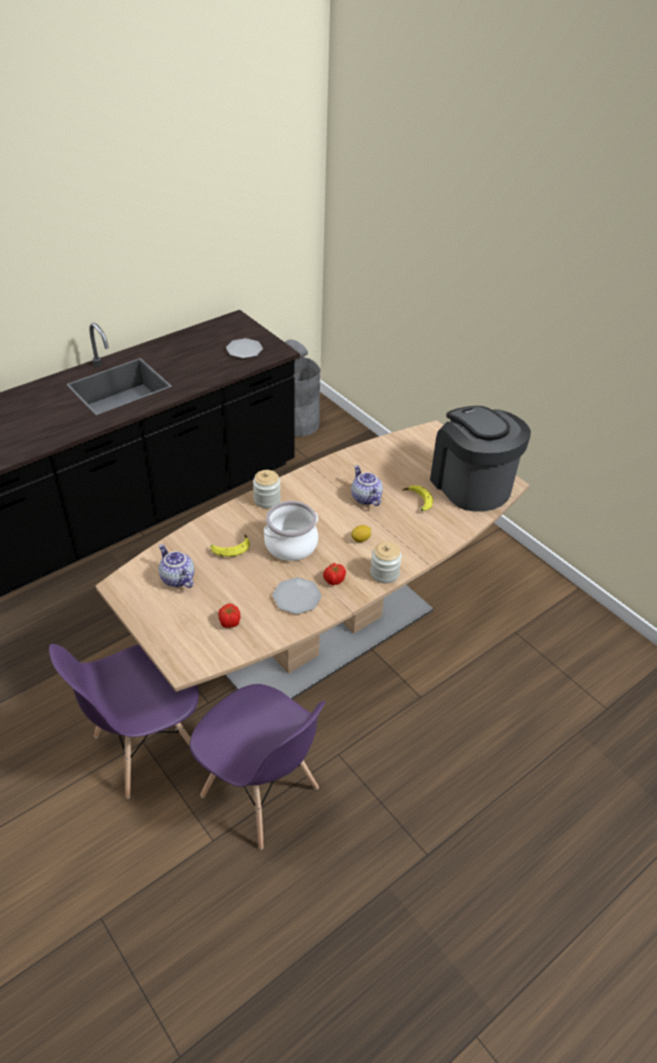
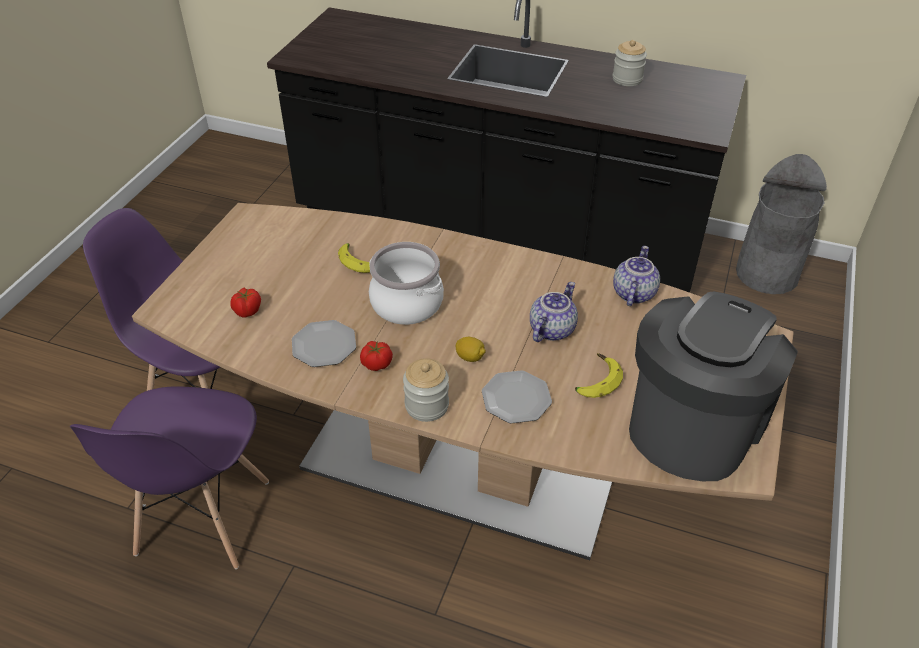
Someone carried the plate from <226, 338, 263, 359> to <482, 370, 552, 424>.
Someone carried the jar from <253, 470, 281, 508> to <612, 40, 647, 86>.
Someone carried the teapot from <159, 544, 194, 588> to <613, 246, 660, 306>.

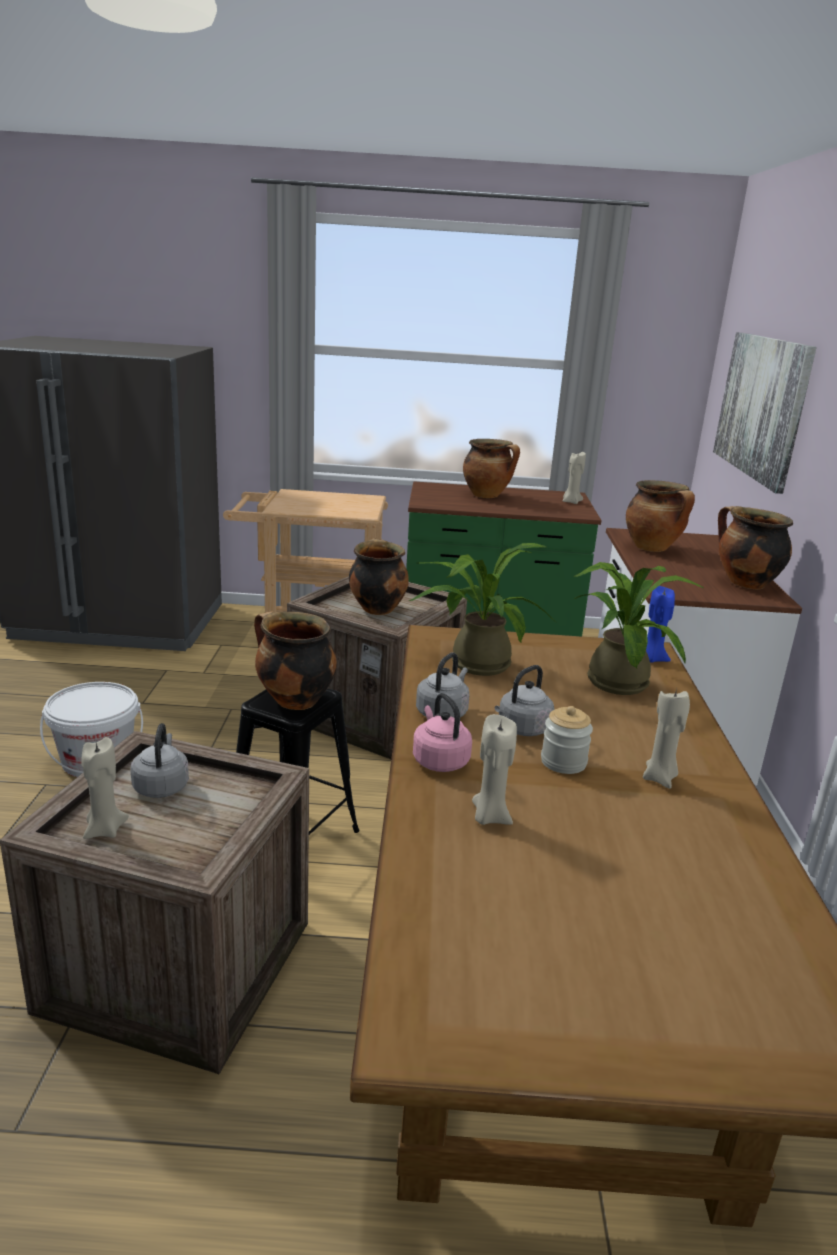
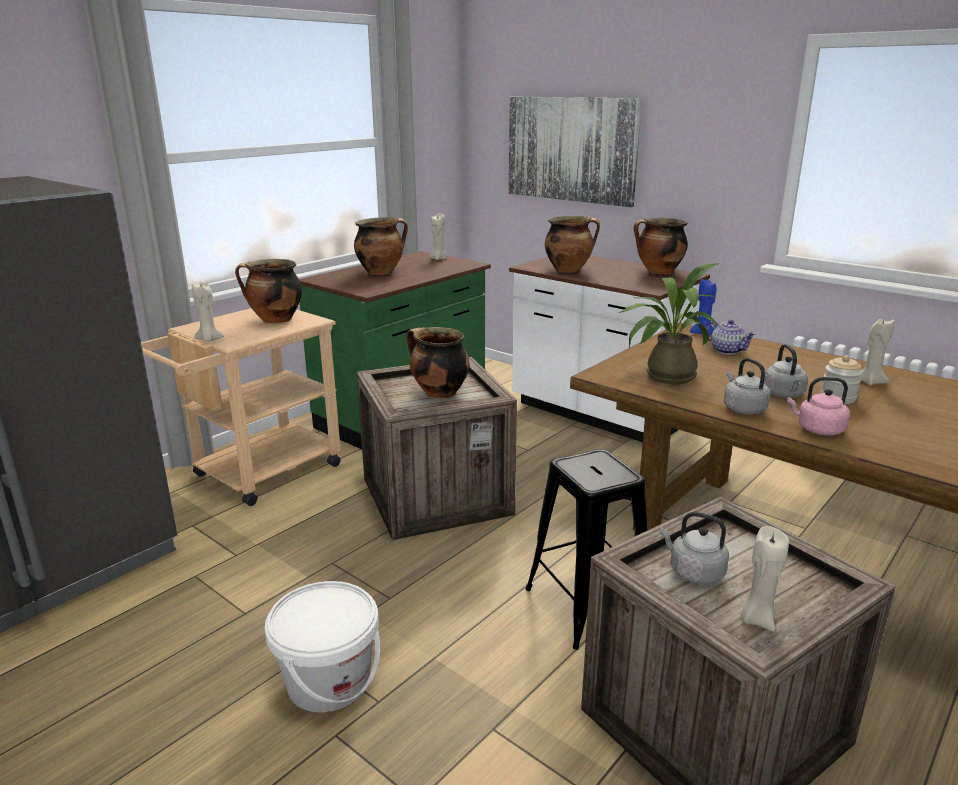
Someone carried the candle/beige from <472, 714, 517, 825> to <192, 282, 224, 342>.
Someone carried the cooking pot from <254, 612, 337, 710> to <235, 259, 302, 324>.
Someone swapped the potted plant at <573, 562, 705, 695> for the teapot at <705, 319, 756, 355>.

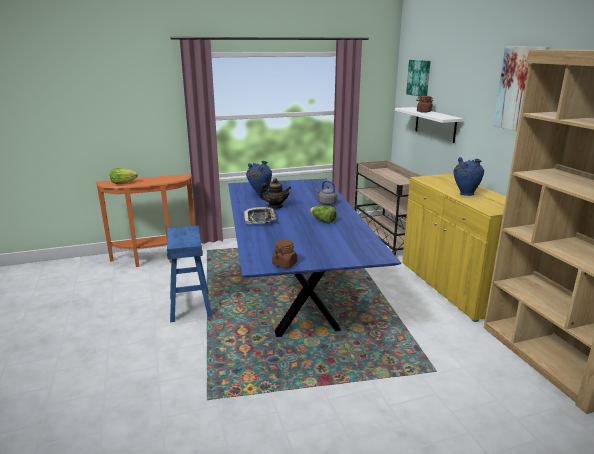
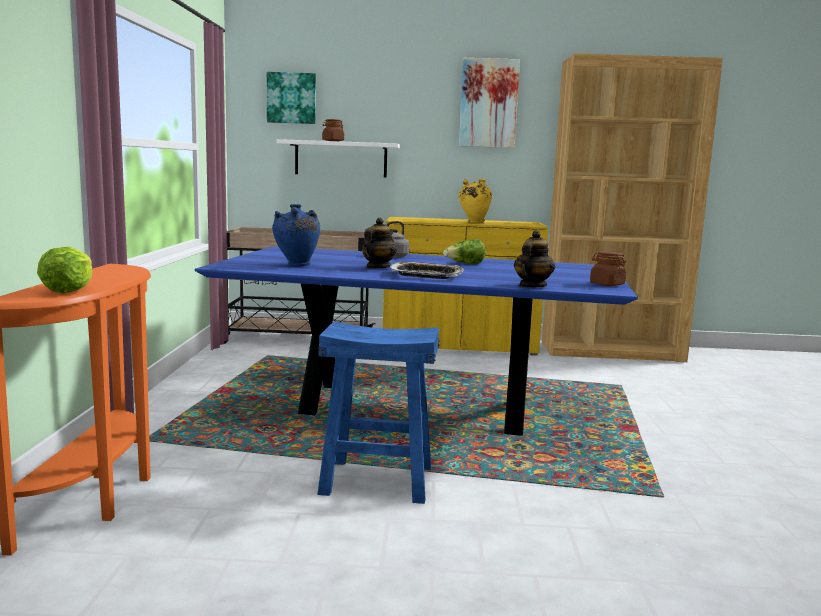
Someone repainted the vase/blue at <454, 157, 484, 196>, which became the vase/yellow at <458, 179, 492, 223>.
Someone put down the teapot at <514, 230, 555, 287>.

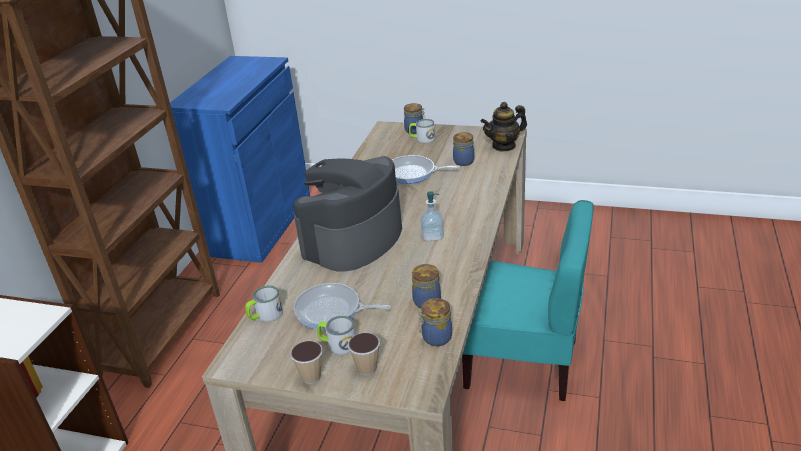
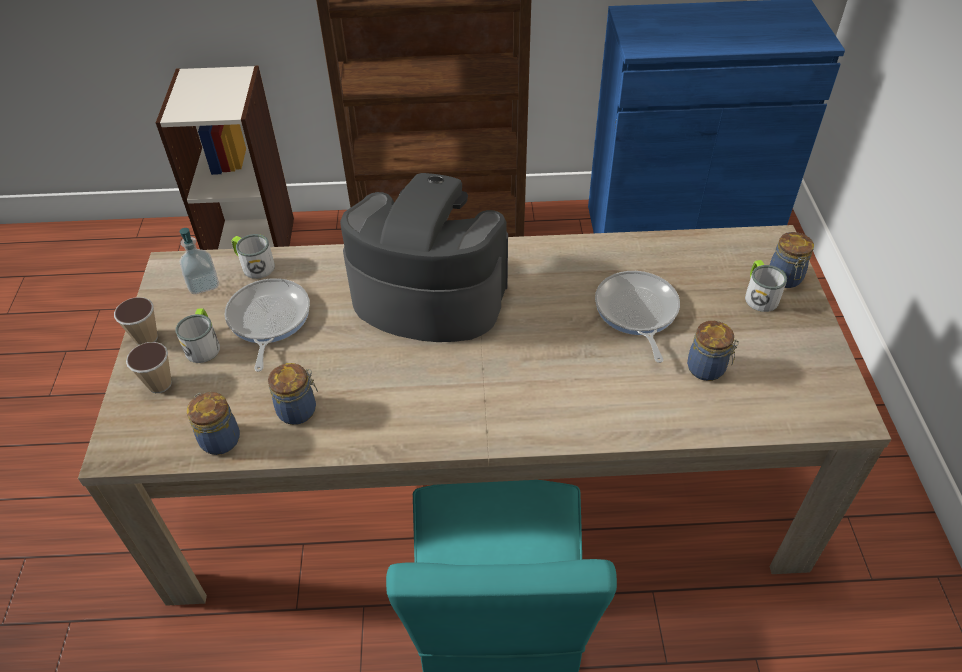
Someone carried the soap dispenser from <421, 191, 444, 241> to <180, 228, 219, 294>.
Someone took away the teapot at <481, 102, 527, 152>.

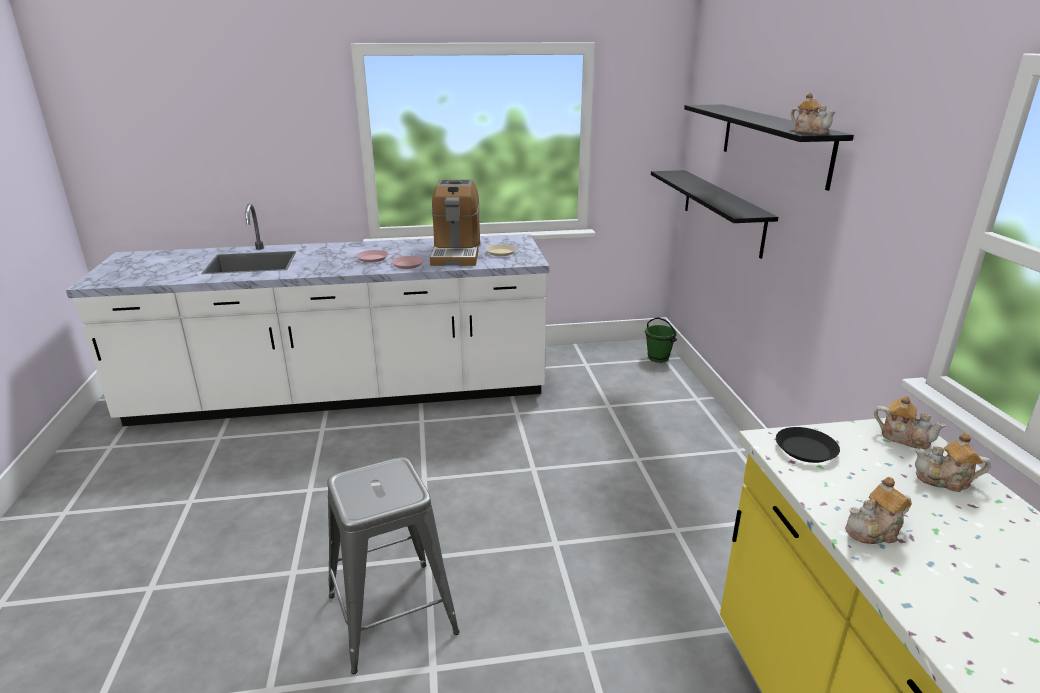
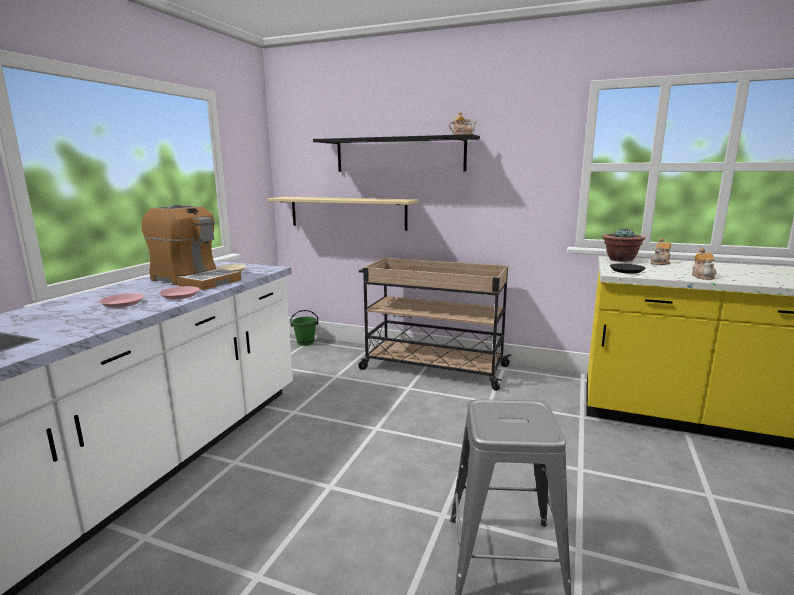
Someone repainted the shelf/black at <651, 170, 778, 259>, which became the shelf/beige at <267, 197, 419, 231>.
Someone put down the cart/beige at <358, 258, 512, 391>.
Someone swapped the teapot at <874, 395, 946, 450> for the potted plant at <602, 228, 646, 262>.

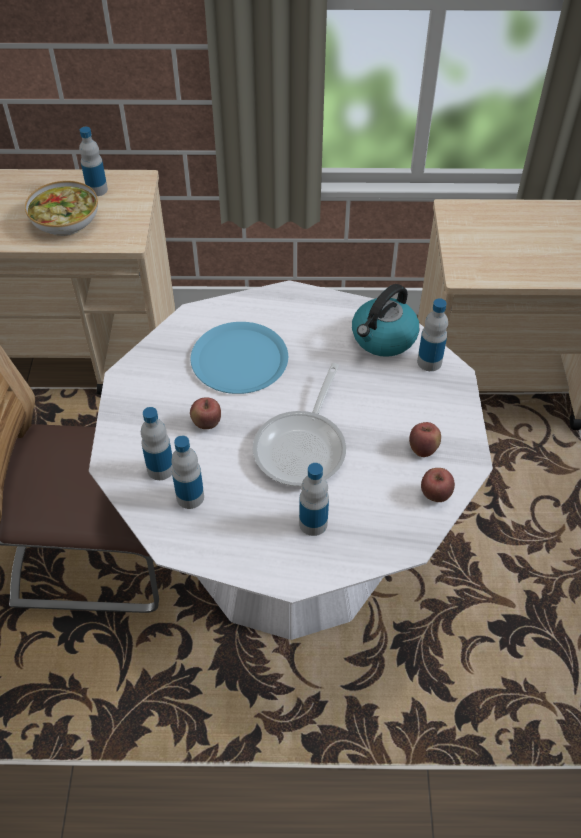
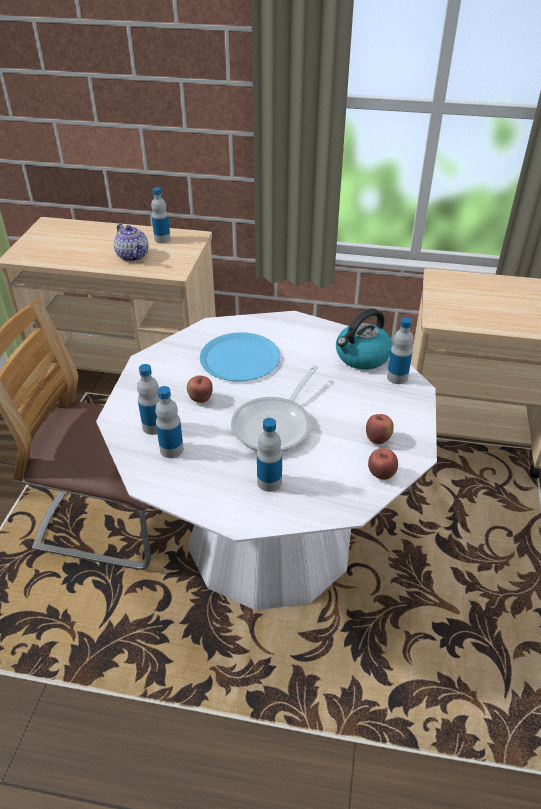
Someone swapped the bowl at <25, 181, 98, 236> for the teapot at <113, 224, 149, 262>.

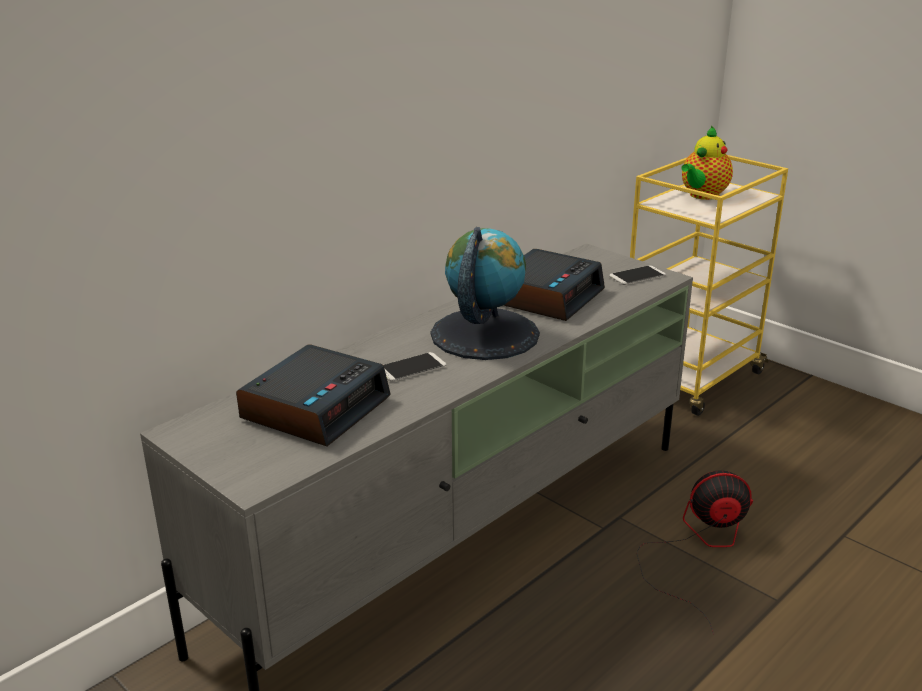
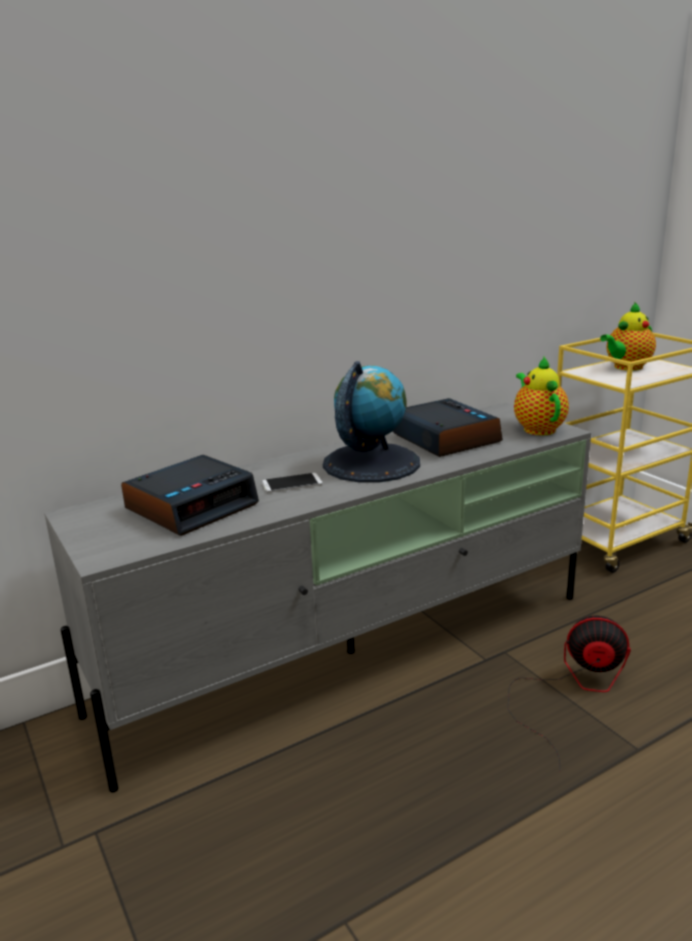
Someone rotated the alarm clock at <503, 249, 605, 321> by 75 degrees counterclockwise.
Someone swapped the phone at <609, 265, 666, 285> for the teapot at <514, 357, 569, 436>.

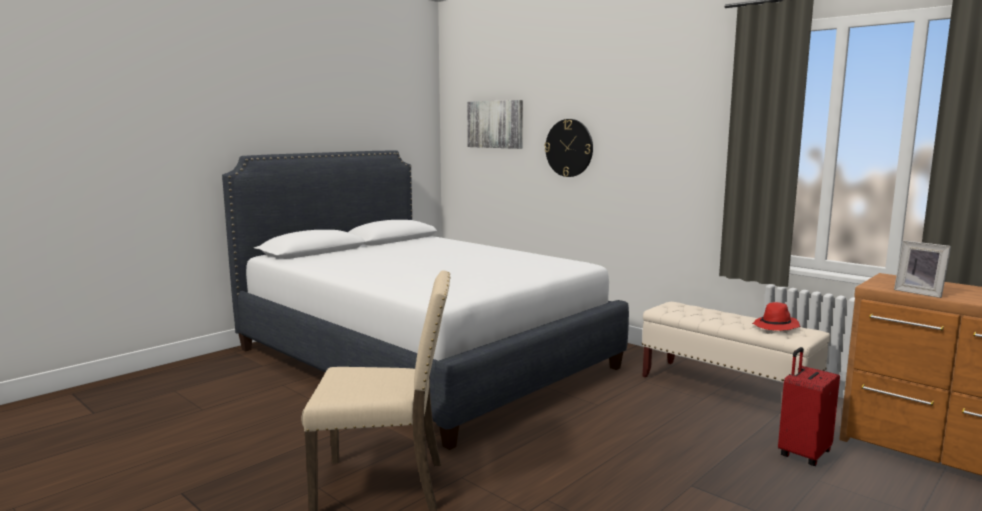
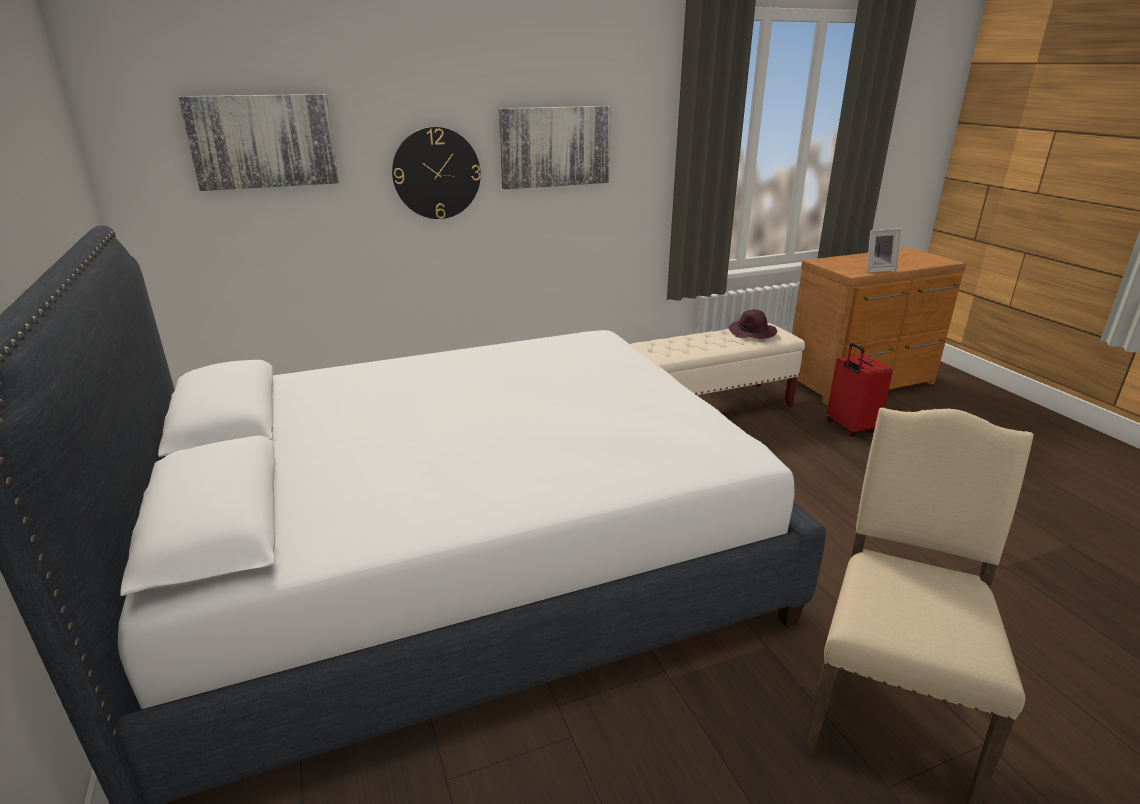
Someone put up the picture at <499, 106, 611, 189>.
Someone repainted the hat/red at <752, 302, 801, 331>, which became the hat/purple at <729, 309, 777, 339>.

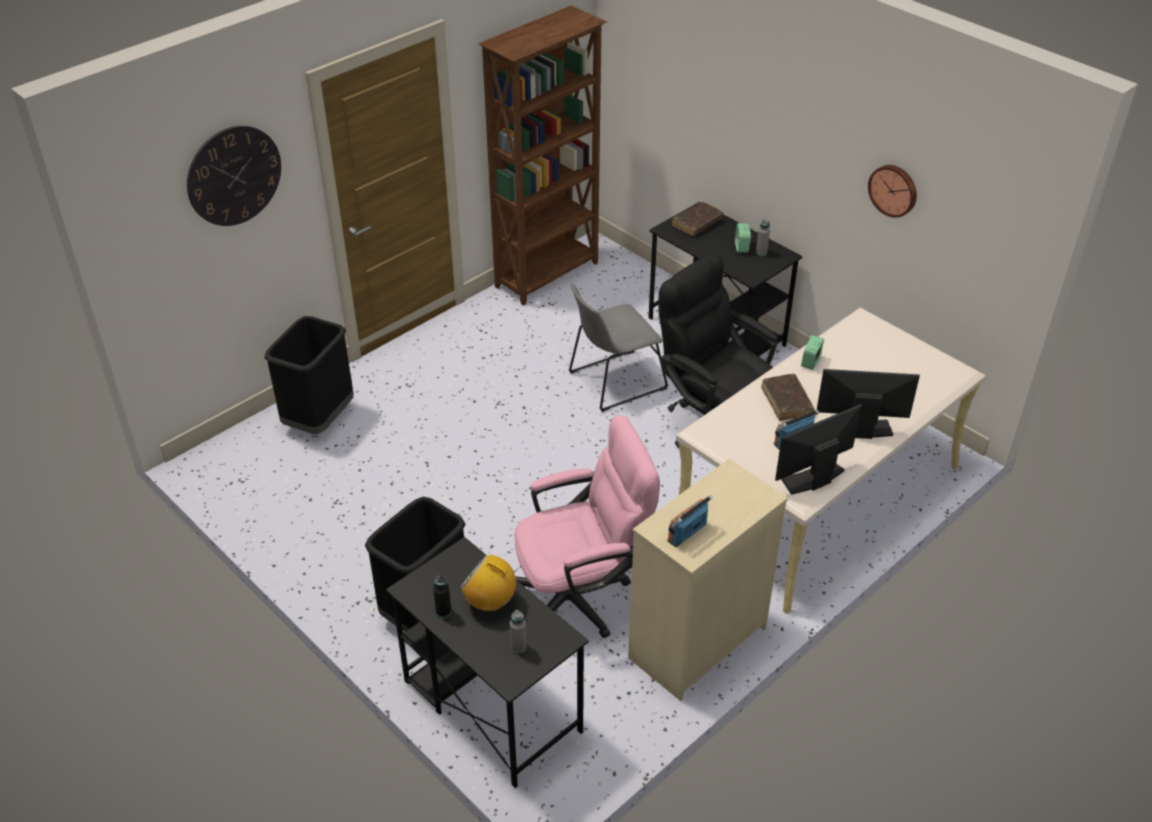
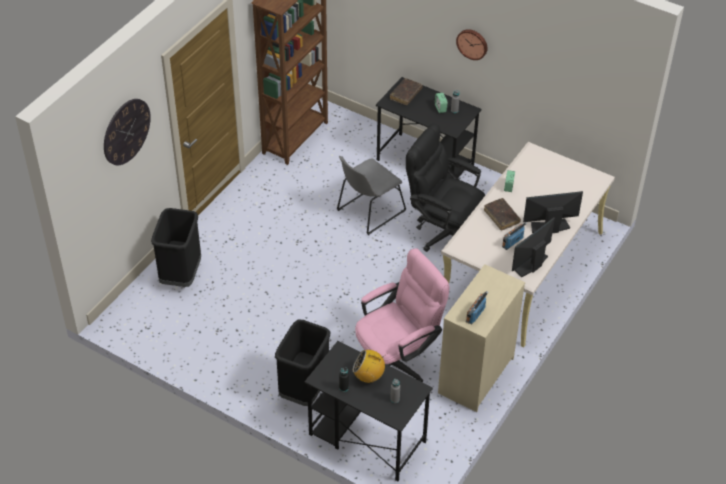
Someone carried the wall clock from <868, 165, 917, 218> to <456, 29, 488, 60>.

